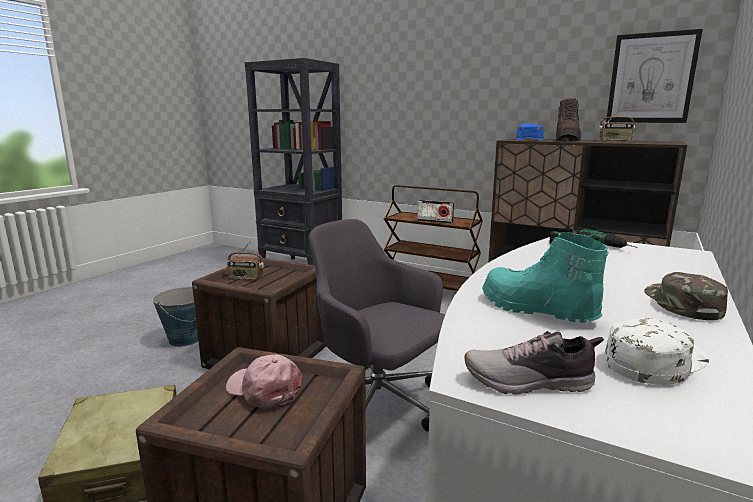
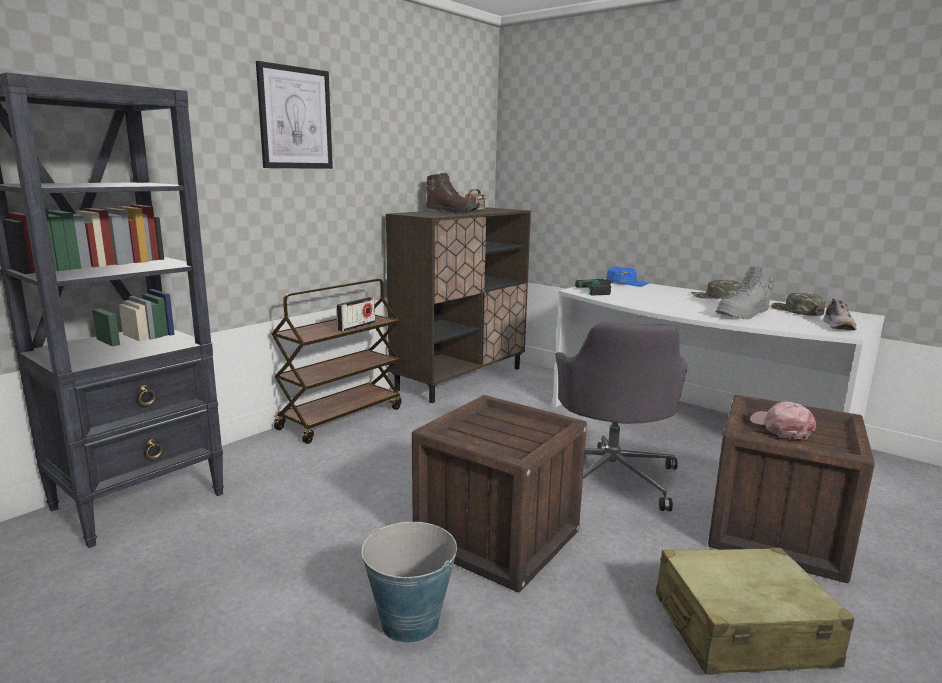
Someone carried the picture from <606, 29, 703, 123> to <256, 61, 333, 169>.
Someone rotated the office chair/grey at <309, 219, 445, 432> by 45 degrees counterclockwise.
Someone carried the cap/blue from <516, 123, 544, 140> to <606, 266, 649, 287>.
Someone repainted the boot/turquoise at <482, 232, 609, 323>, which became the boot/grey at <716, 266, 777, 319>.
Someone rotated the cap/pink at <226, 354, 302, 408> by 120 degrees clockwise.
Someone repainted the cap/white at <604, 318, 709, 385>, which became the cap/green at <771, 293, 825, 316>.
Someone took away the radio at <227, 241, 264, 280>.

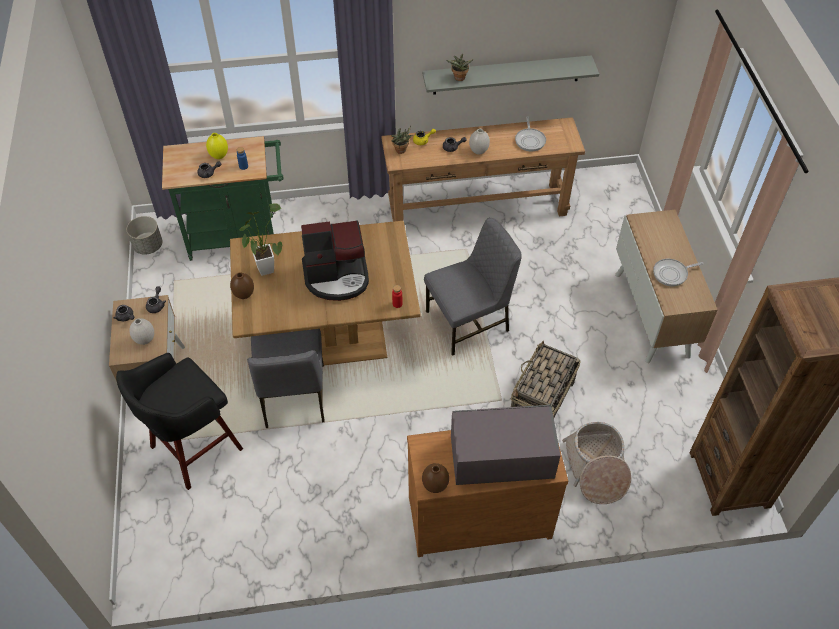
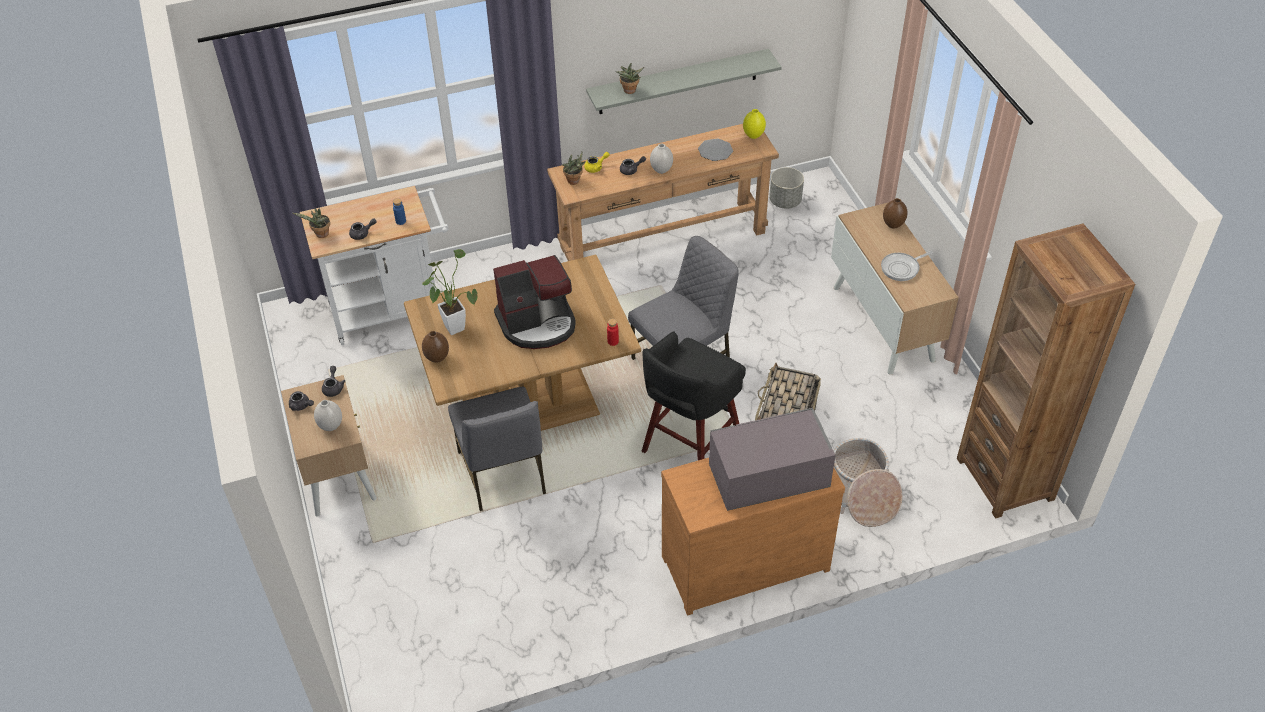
Someone put down the potted plant at <293, 208, 330, 238>.
Someone repainted the cart/green at <162, 136, 283, 261>, which became the cart/white at <300, 186, 449, 345>.
Someone carried the stool/black from <116, 353, 243, 490> to <641, 331, 746, 460>.
Someone swapped the frying pan at <515, 116, 546, 152> for the plate at <698, 139, 733, 161>.
Someone carried the vase/yellow from <206, 133, 228, 159> to <743, 109, 766, 139>.
Someone carried the planter/grey from <127, 216, 162, 254> to <769, 167, 804, 209>.
Someone carried the vase/brown from <422, 463, 449, 493> to <883, 198, 908, 229>.

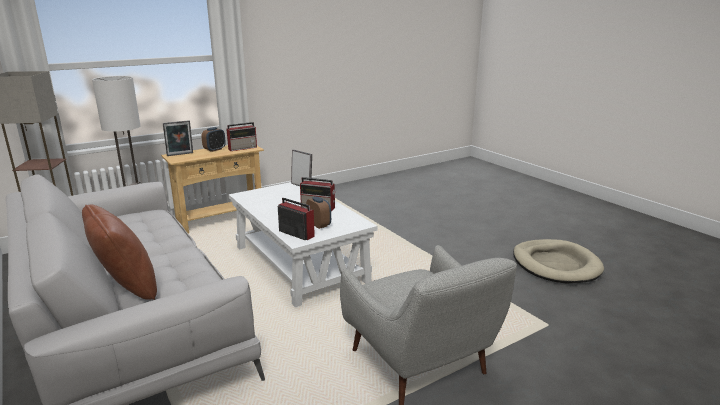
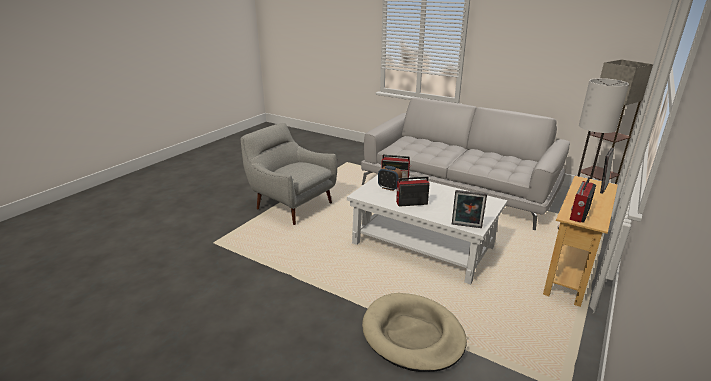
Someone carried the dog bed/beige from <513, 239, 604, 284> to <362, 293, 467, 372>.
Someone took away the pillow/brown at <82, 205, 157, 300>.
Someone took away the alarm clock at <201, 127, 226, 152>.

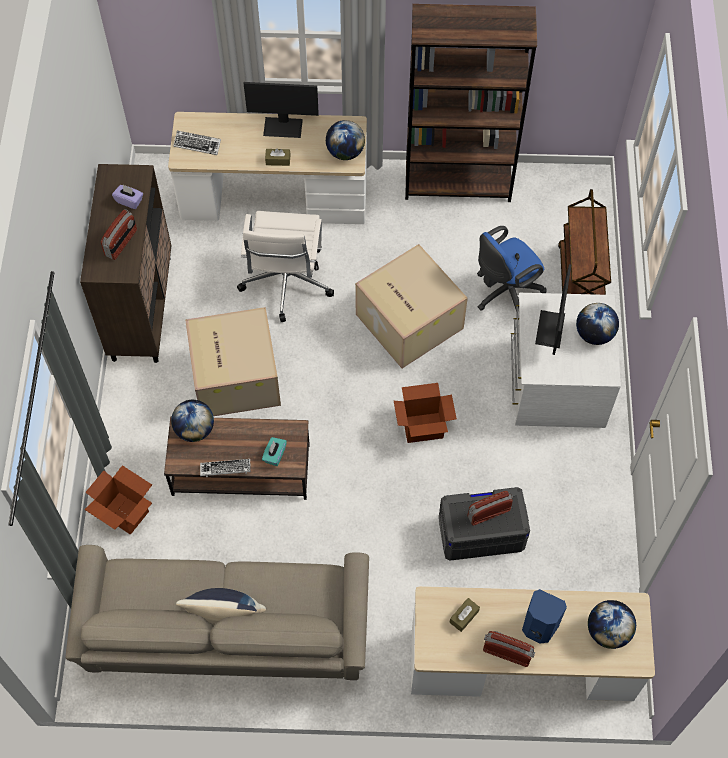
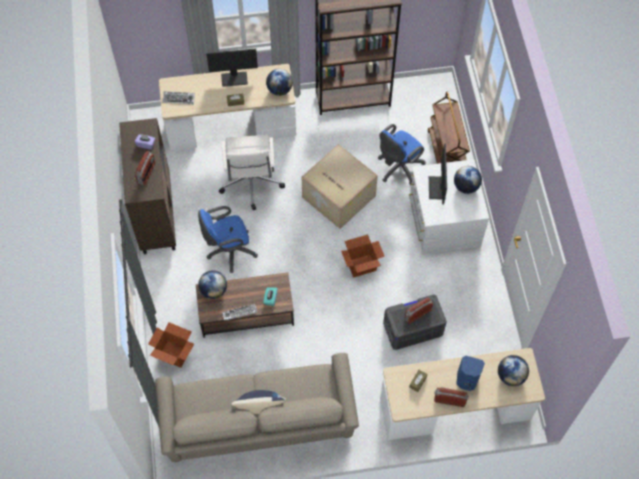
Someone swapped the cardboard box at <185, 307, 281, 416> for the office chair/blue at <198, 206, 258, 273>.

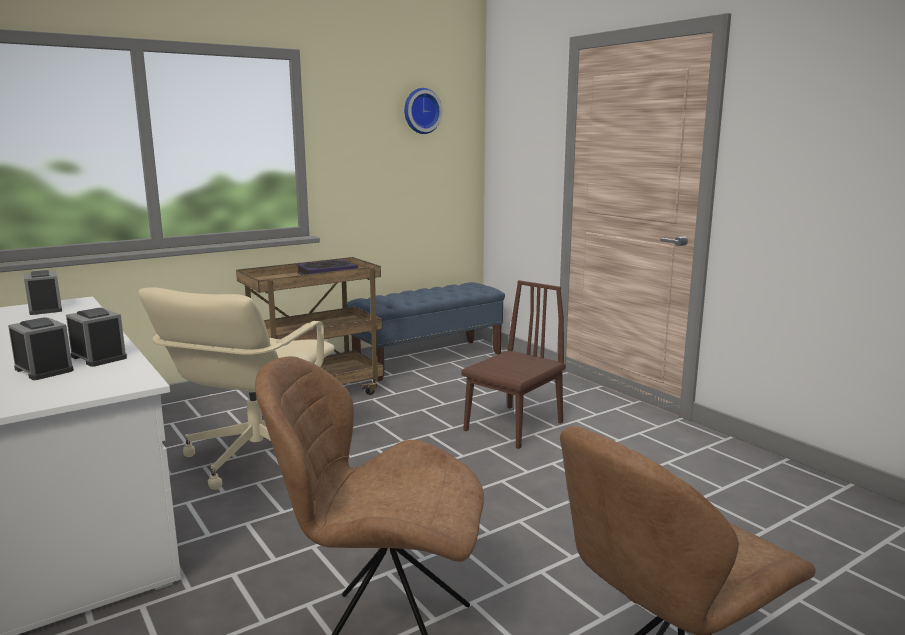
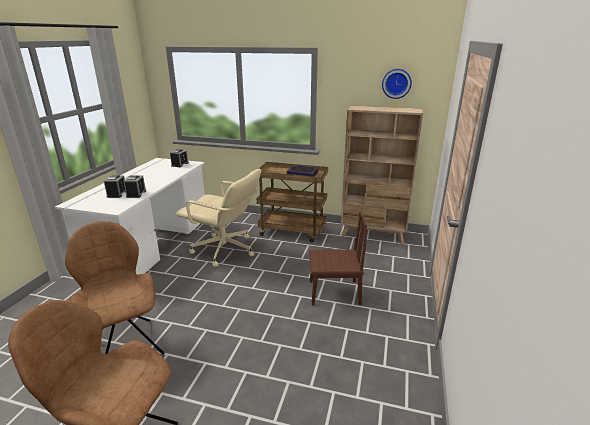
Someone rotated the office chair/beige at <138, 287, 335, 490> by 135 degrees counterclockwise.
Someone swapped the bench/blue at <347, 282, 505, 381> for the bookcase/beige at <341, 105, 423, 244>.

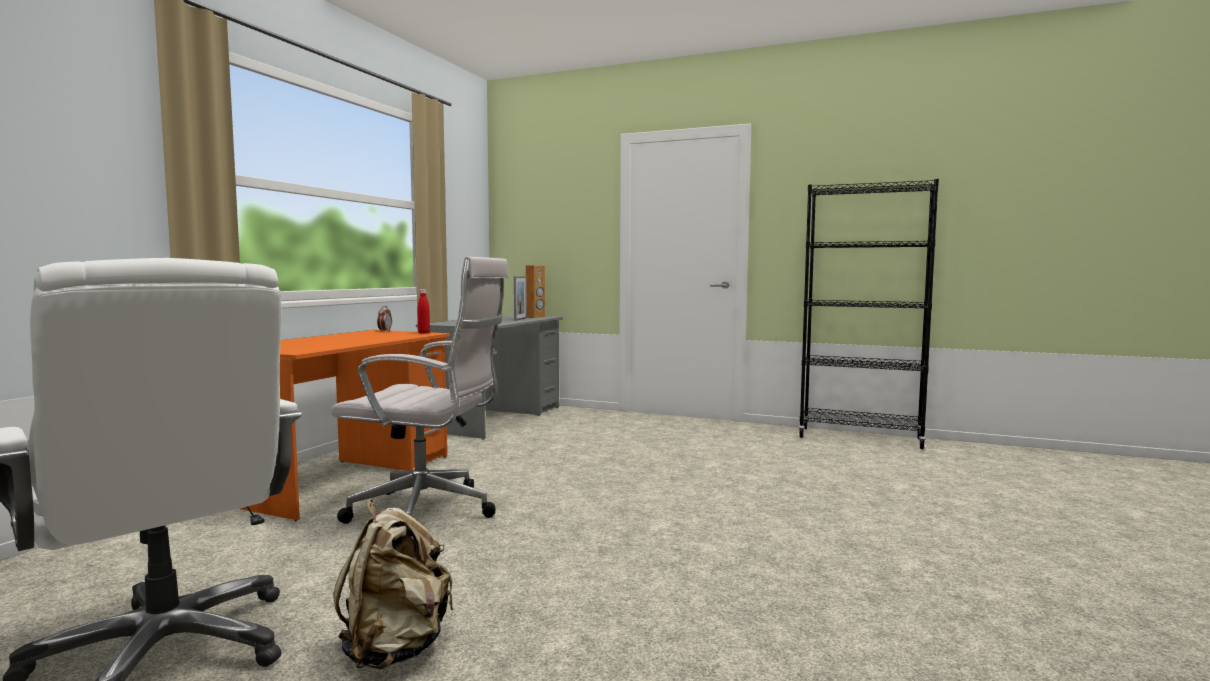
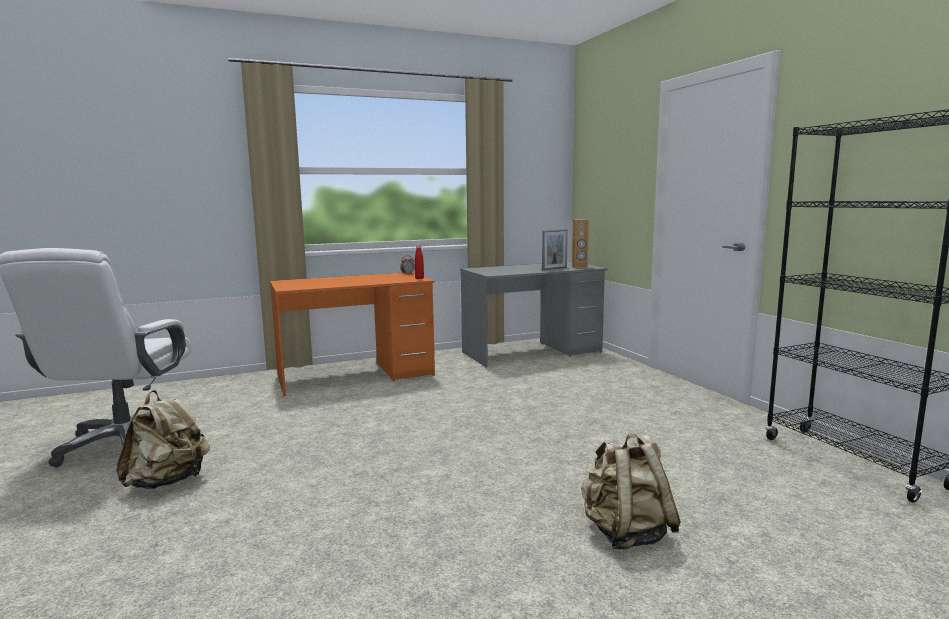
Someone put down the backpack/beige at <581, 434, 681, 550>.
Someone took away the office chair/white at <331, 257, 509, 524>.

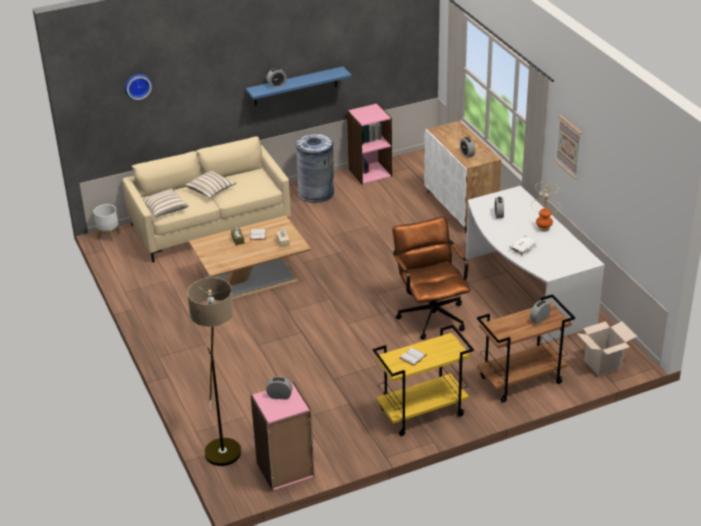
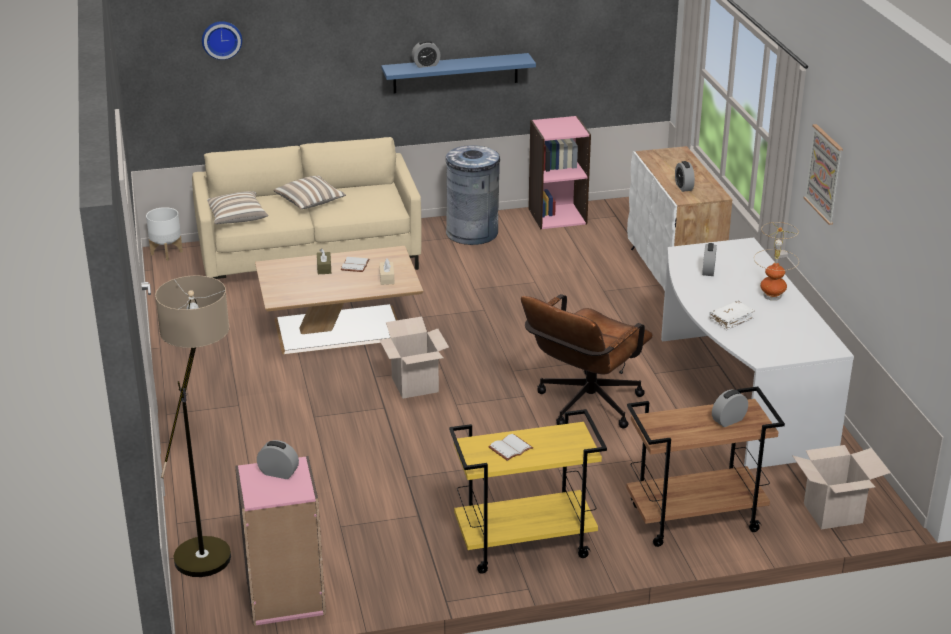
Someone put down the cardboard box at <380, 316, 449, 399>.
Someone rotated the office chair/brown at <392, 216, 471, 340> by 135 degrees counterclockwise.

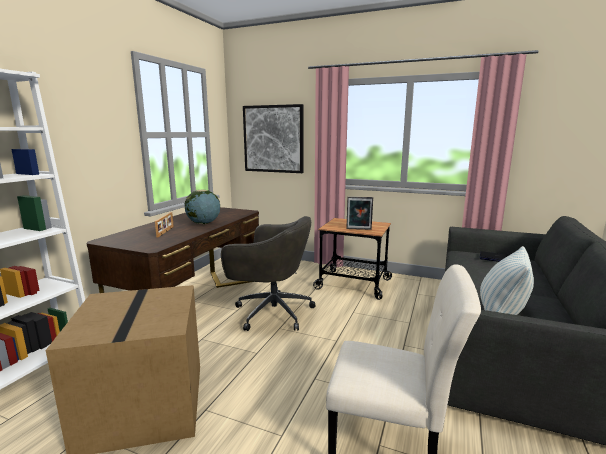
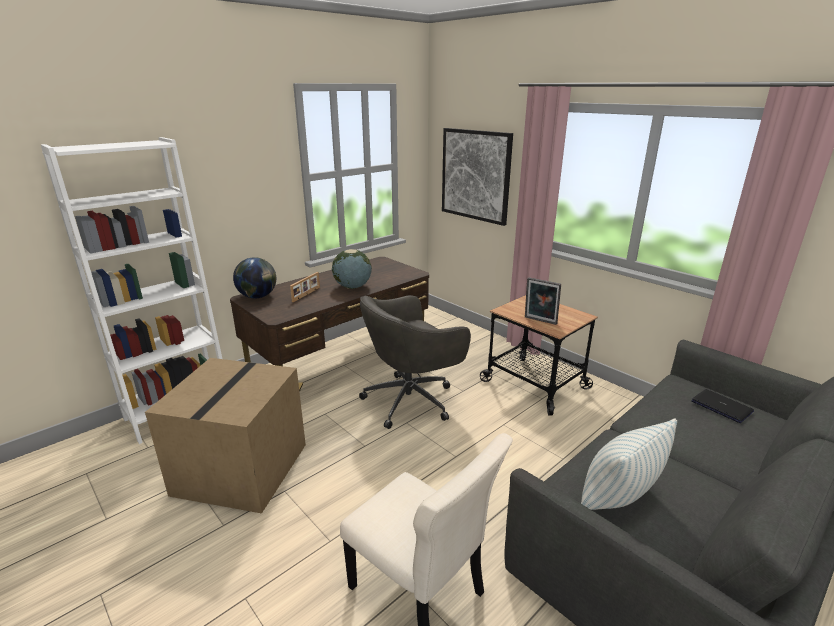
Someone put down the globe at <233, 257, 276, 298>.
Someone rotated the office chair/grey at <221, 216, 316, 331> by 105 degrees clockwise.

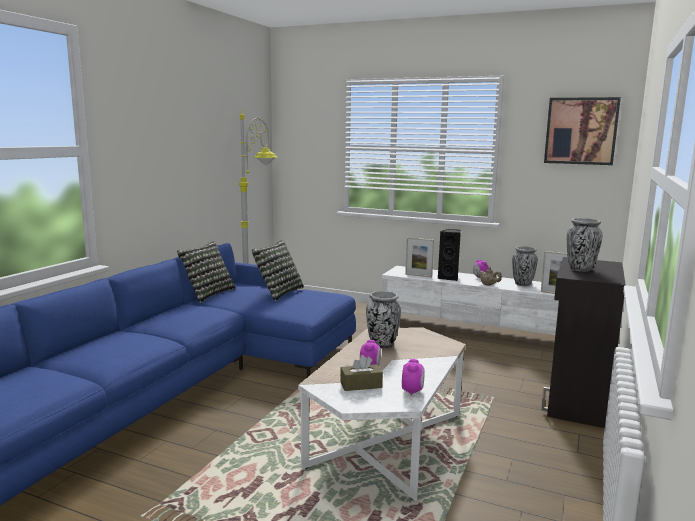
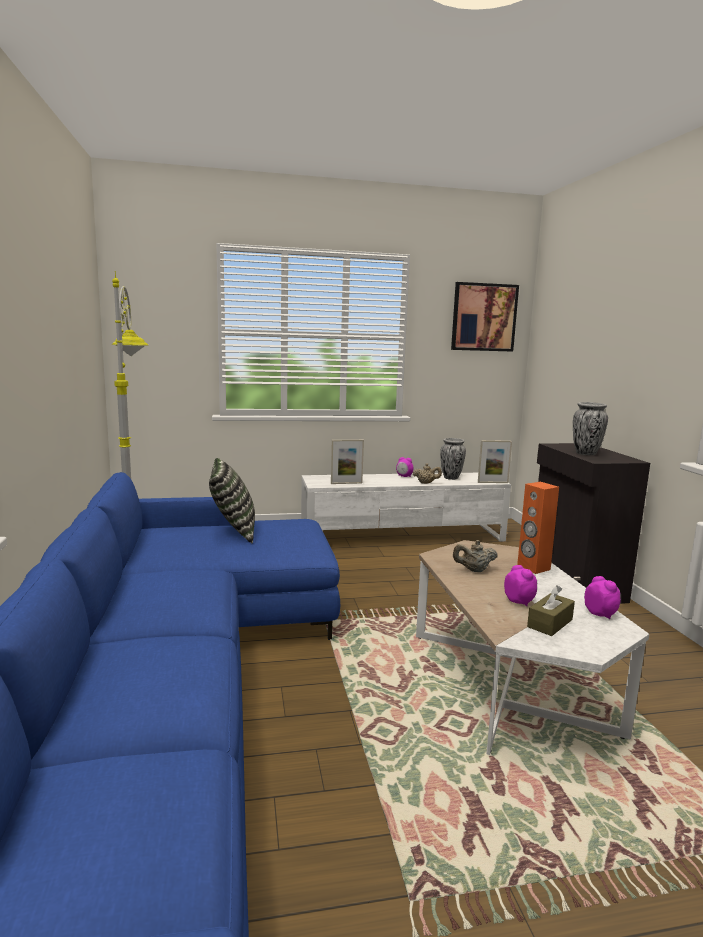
Someone swapped the vase at <366, 291, 401, 349> for the teapot/beige at <453, 540, 498, 572>.
Someone put down the speaker/orange at <517, 482, 559, 574>.
Someone took away the pillow at <177, 241, 236, 303>.
Someone took away the speaker/black at <438, 229, 461, 281>.

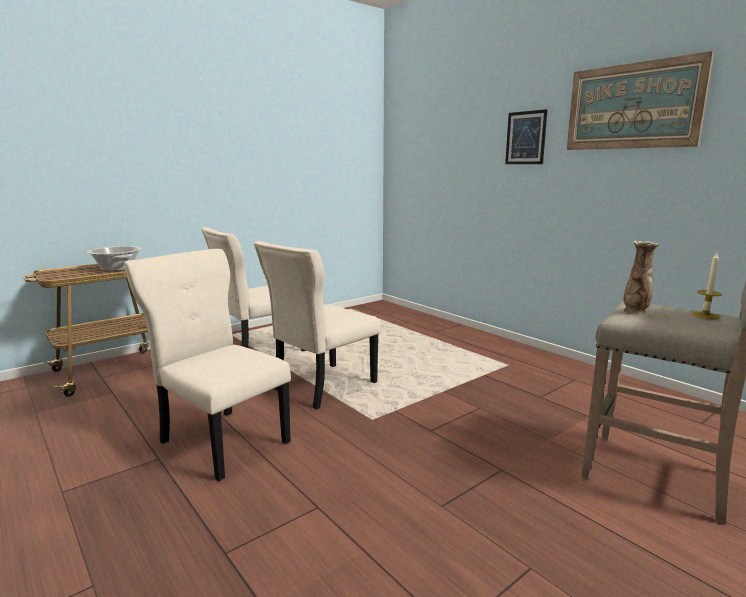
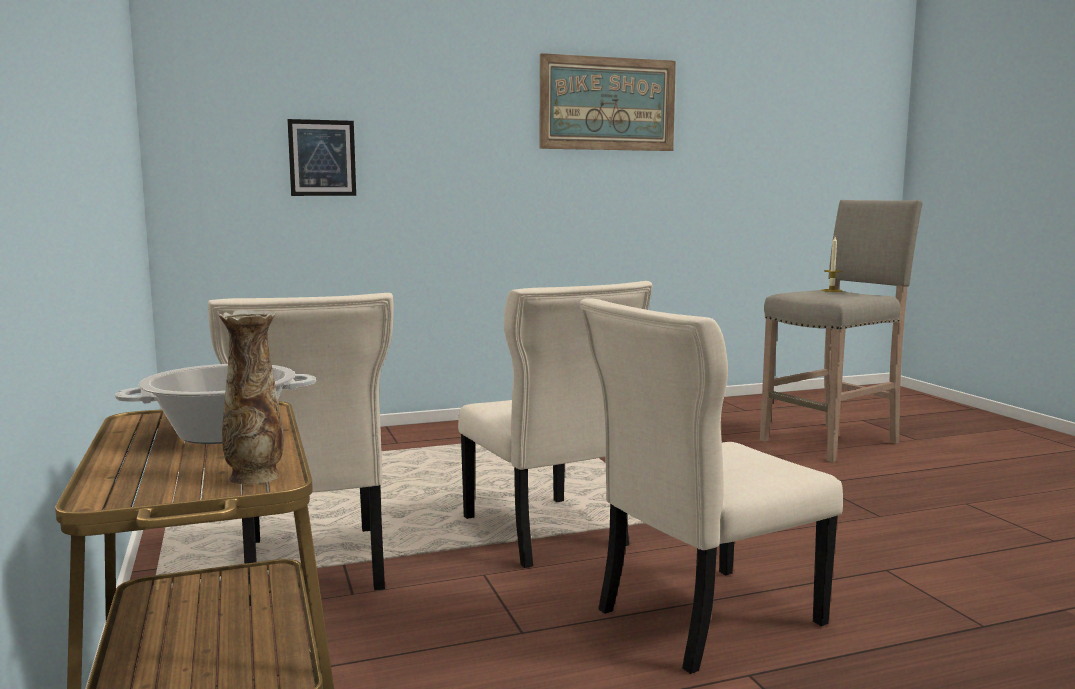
Someone carried the vase from <623, 241, 660, 315> to <218, 310, 284, 484>.
Someone carried the picture from <505, 109, 548, 164> to <287, 119, 356, 196>.

